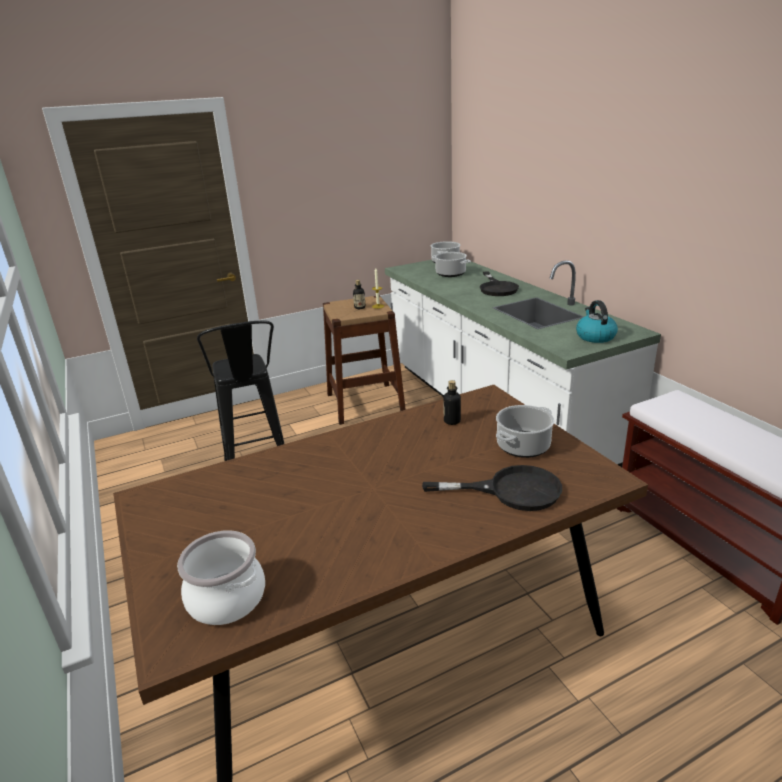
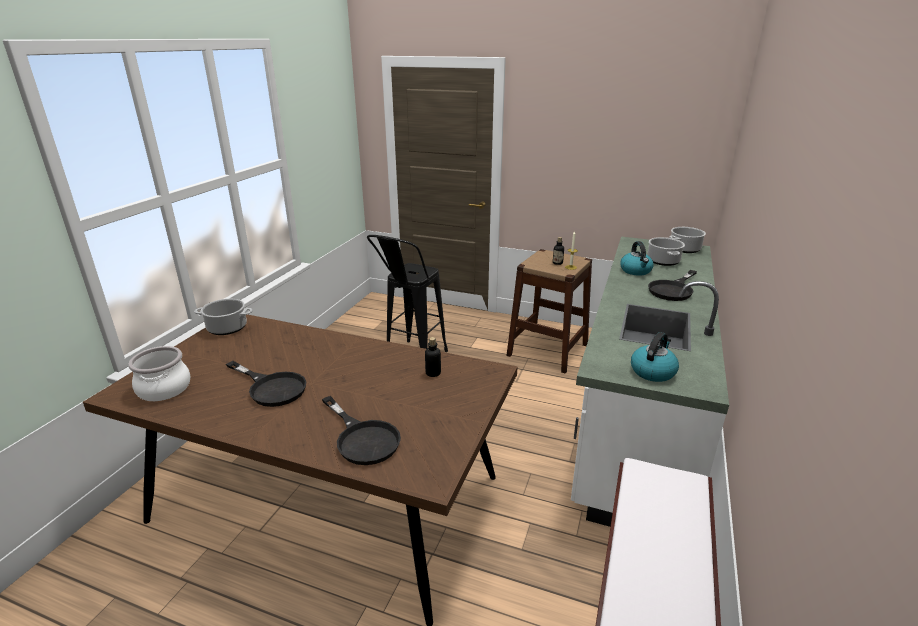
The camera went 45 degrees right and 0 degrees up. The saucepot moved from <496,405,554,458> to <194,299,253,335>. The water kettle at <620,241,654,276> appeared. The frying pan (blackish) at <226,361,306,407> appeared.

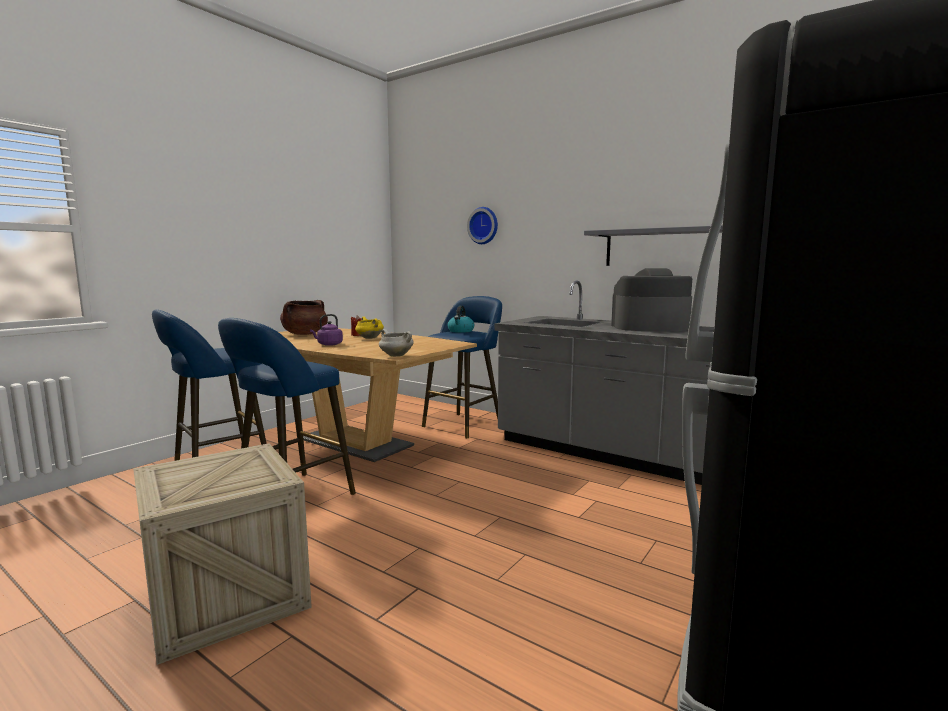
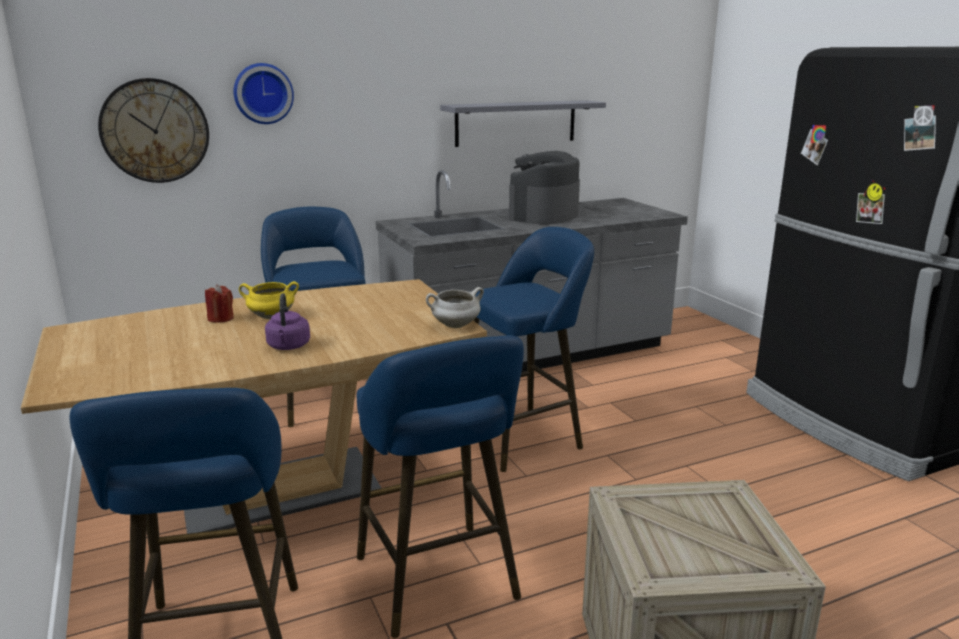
The camera went 60 degrees left and 10 degrees up. The saucepot (brown-coloured) at <280,300,328,335> disappeared. The water kettle at <447,306,474,333> disappeared. The wall clock at <98,78,209,183> appeared. The stool seat (blue-coloured) at <473,227,594,472> appeared.

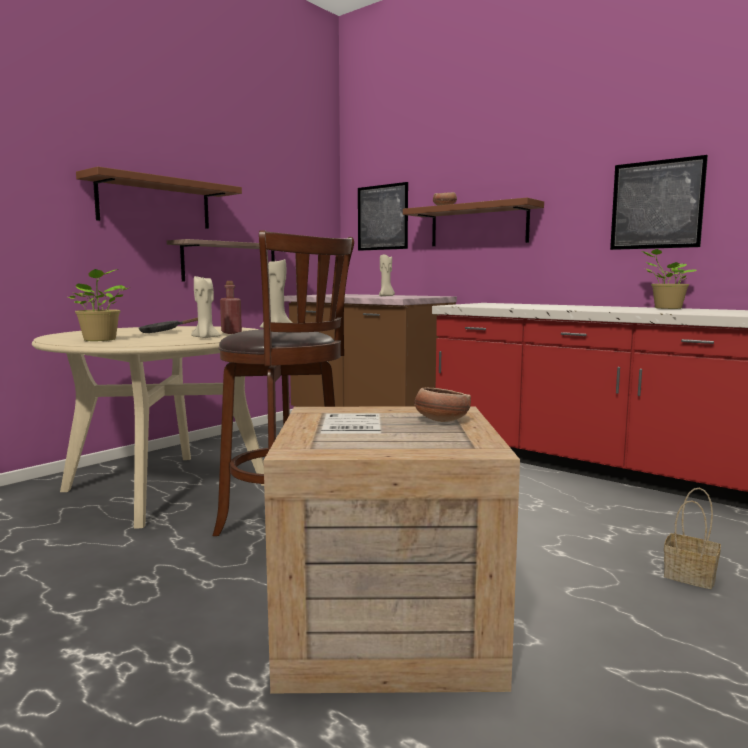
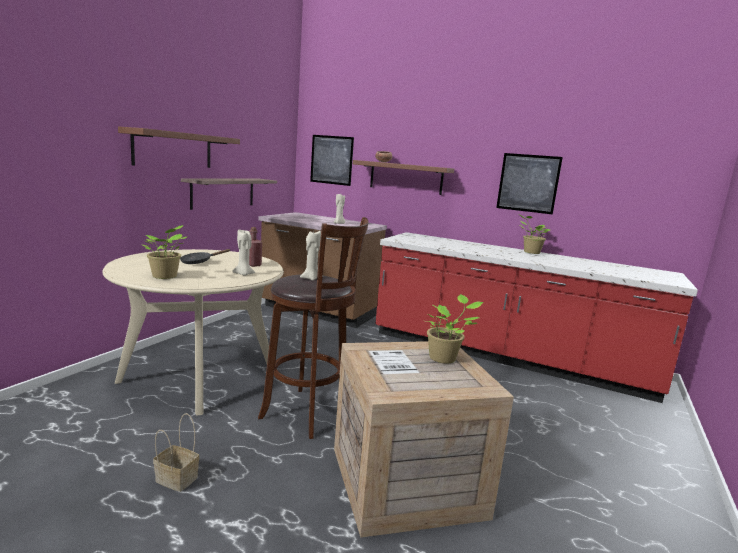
The camera went 15 degrees left and 5 degrees up. The bowl at <414,388,471,422> was replaced by the houseplant at <427,294,483,363>. The household basket moved from <664,488,721,589> to <153,413,199,492>.

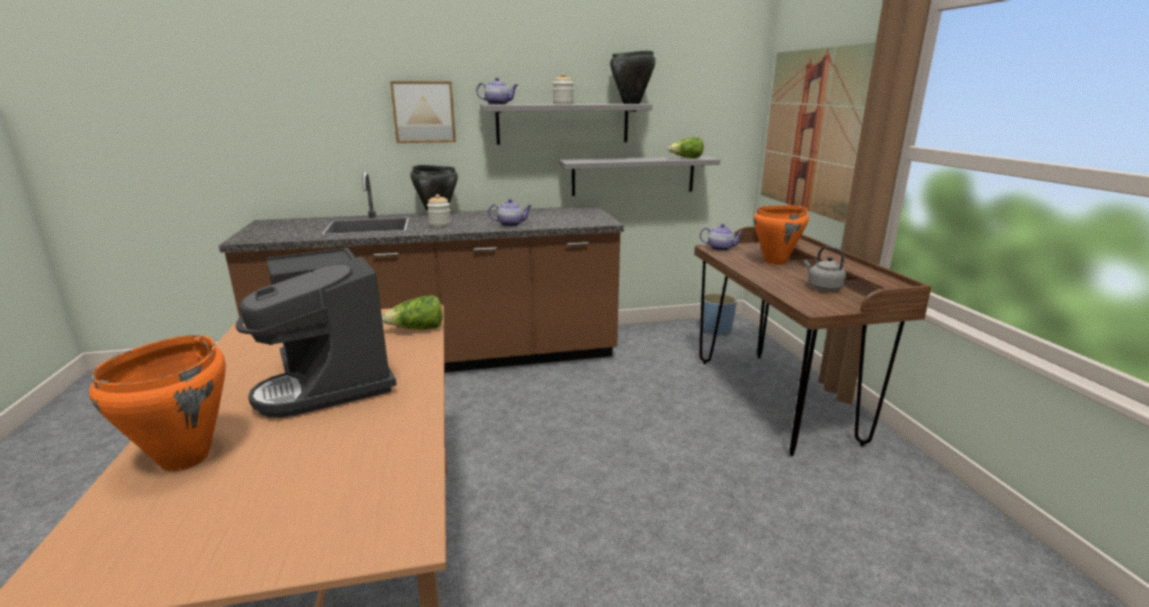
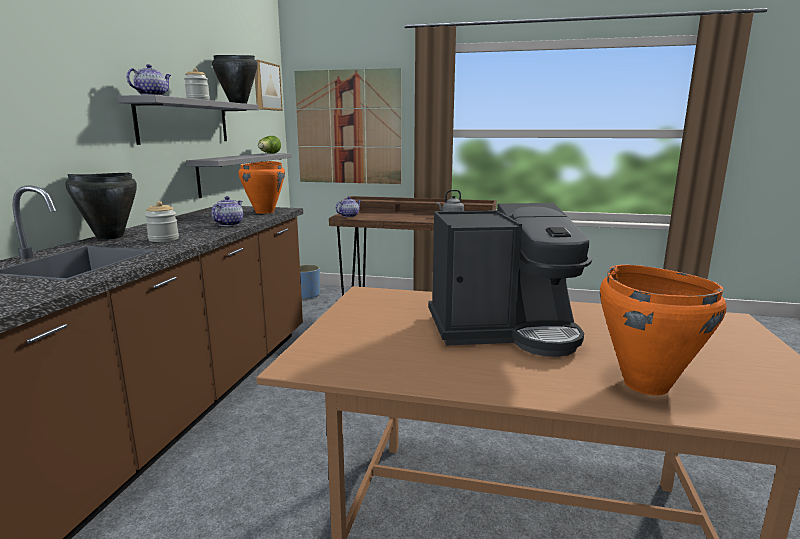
The camera went 65 degrees left and 5 degrees down. The wall picture moved from <390,81,456,143> to <255,60,282,111>. The saucepot (orangey) moved from <753,205,809,265> to <238,161,285,214>. The lettuce head at <382,295,443,330> disappeared.

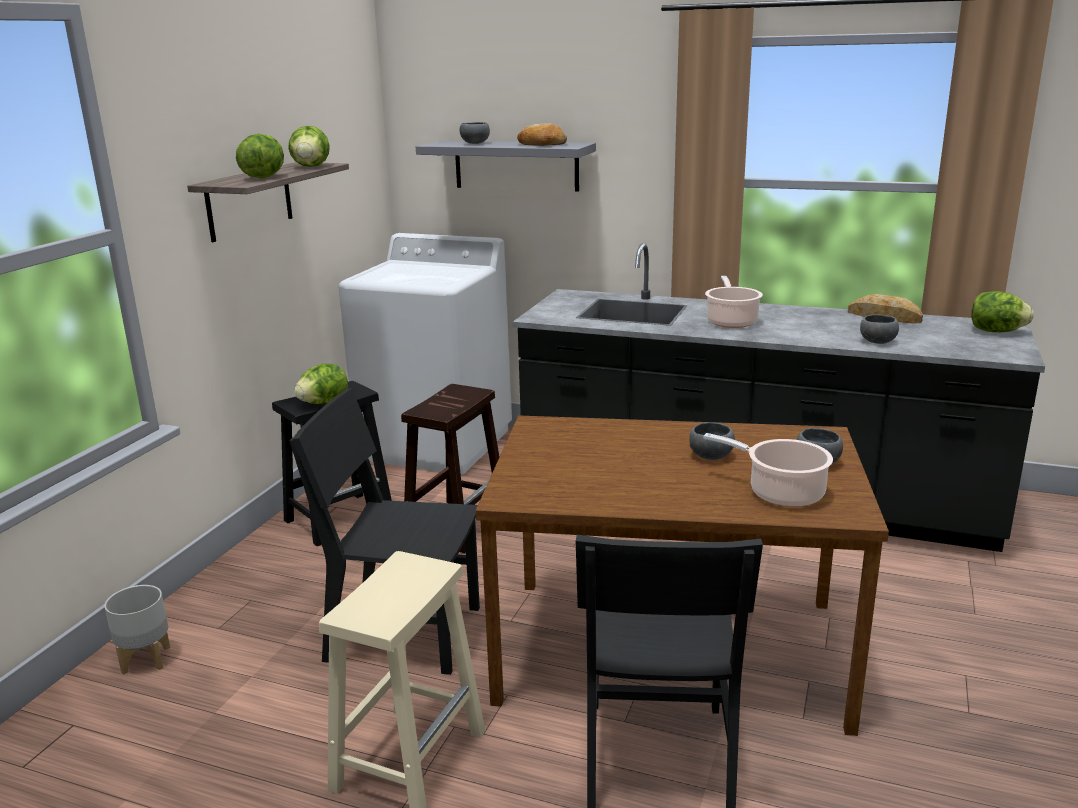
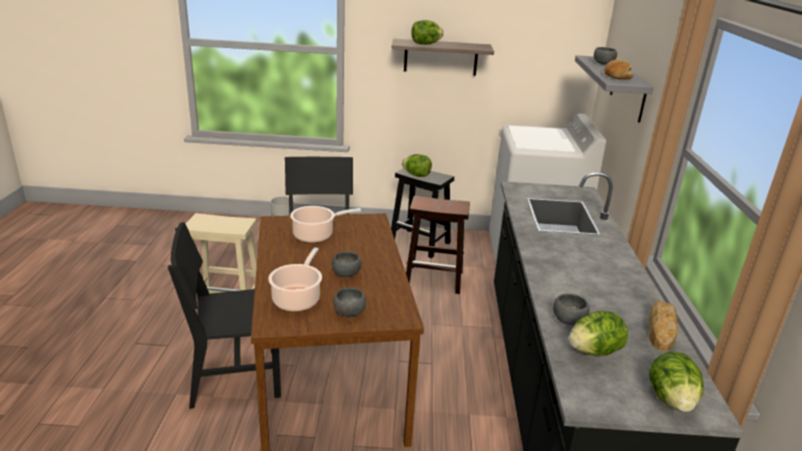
The camera went 70 degrees right and 5 degrees up. The lettuce head moved from <288,126,330,167> to <569,311,628,356>. The saucepot moved from <705,276,763,328> to <290,206,361,243>.

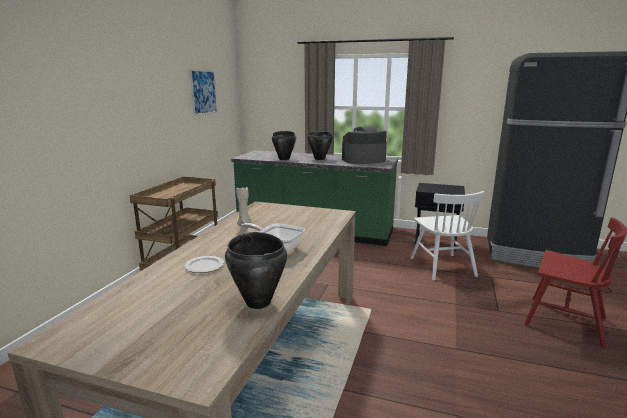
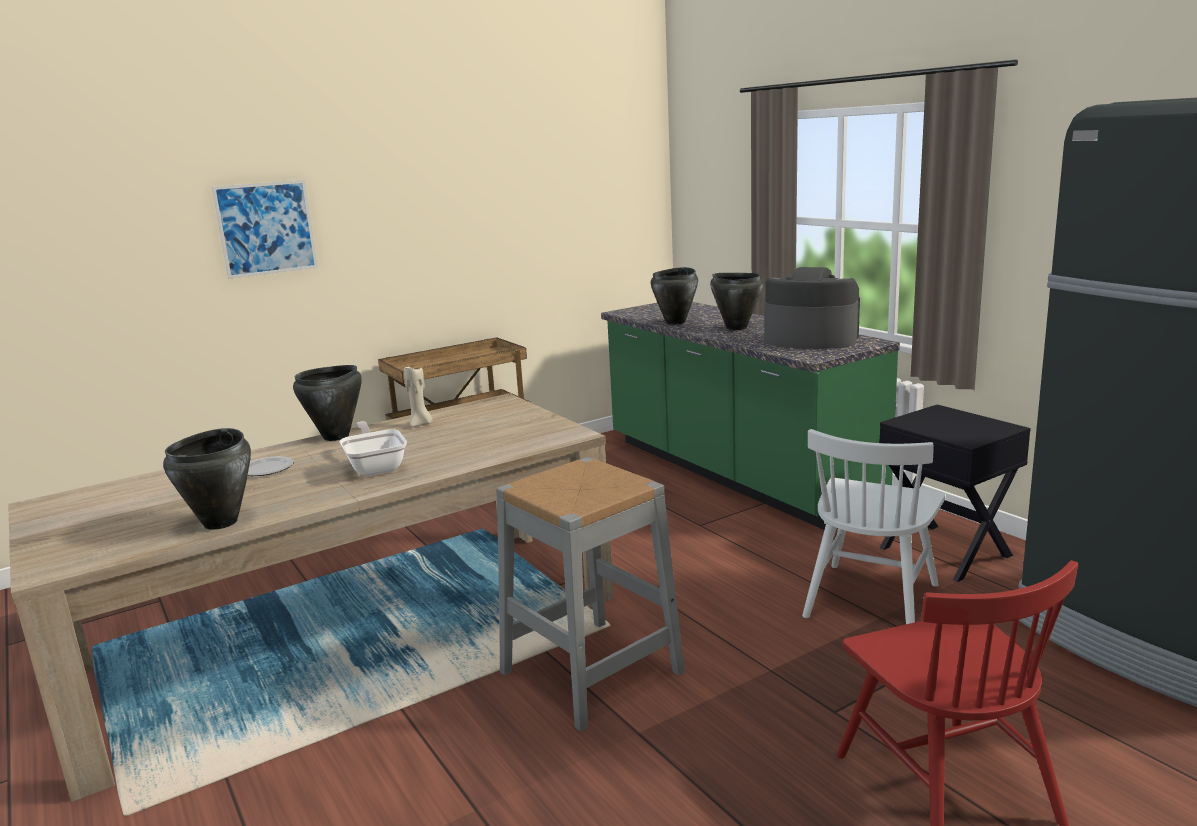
The camera went 40 degrees right and 0 degrees up. The wall picture moved from <190,69,218,116> to <212,180,318,279>. The saucepot (blackish) at <293,365,362,441> appeared. The stool seat (gray) at <496,457,685,731> appeared.

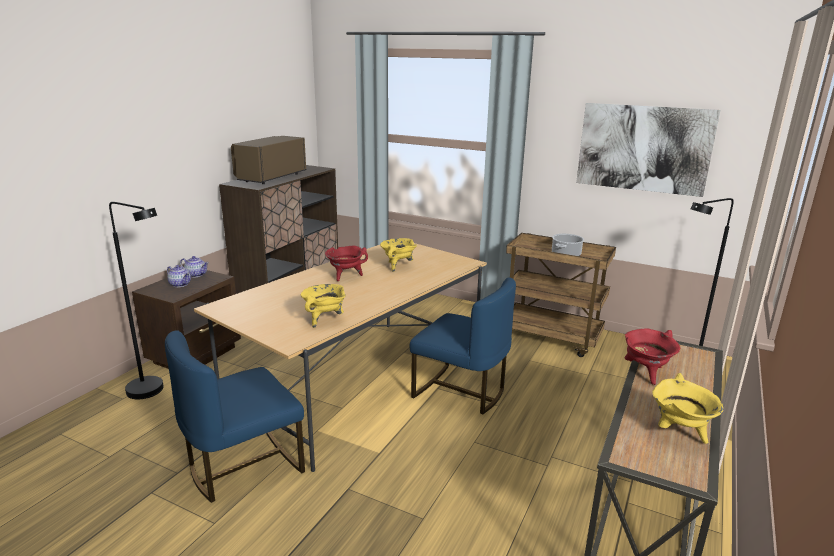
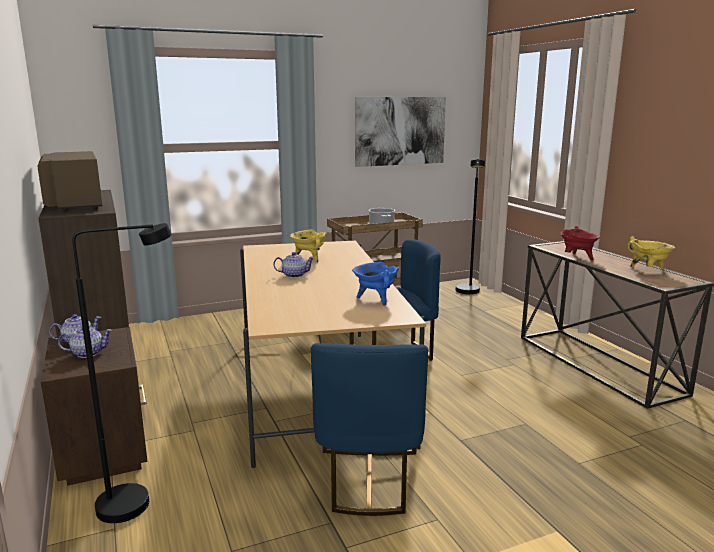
The camera went 50 degrees left and 5 degrees down. The saucepot (reddish) at <325,246,368,281> was replaced by the pot for tea at <273,252,315,278>. The saucepot (yellowish) at <301,284,346,328> became the saucepot (blue-coloured) at <353,262,399,306>.

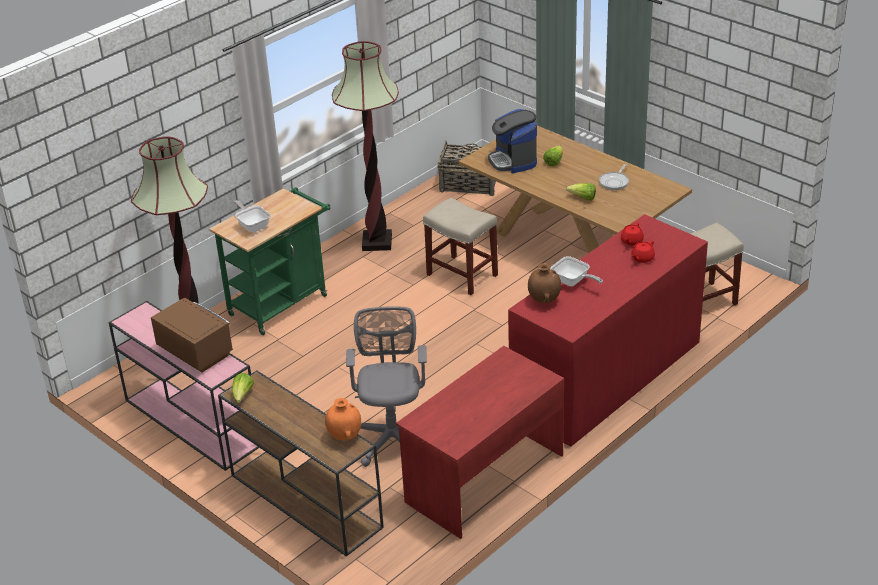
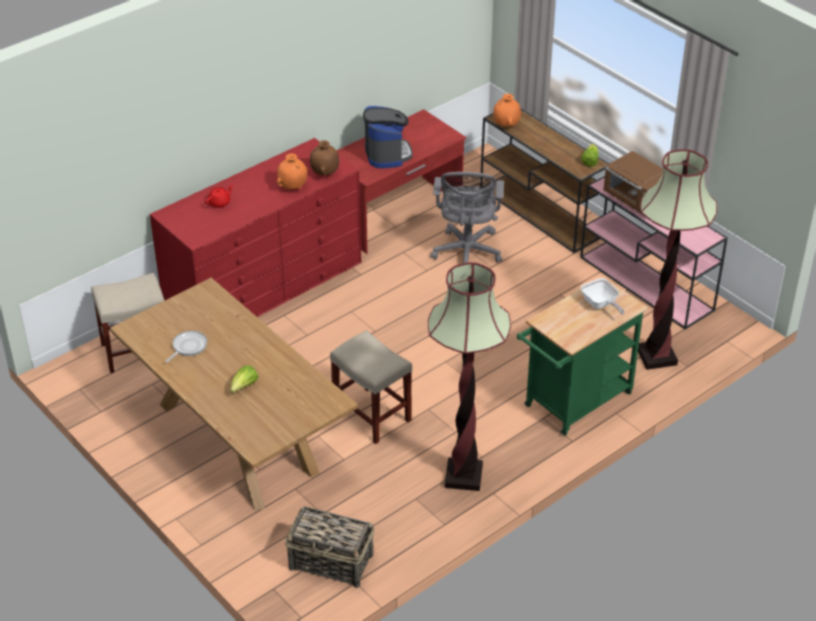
The camera went 175 degrees left and 5 degrees up. The coffee machine moved from <488,109,537,173> to <363,106,413,168>. The lettuce head at <566,183,596,201> disappeared. The pot for tea (reddish) at <621,223,644,245> disappeared. The frying pan at <551,256,603,286> was replaced by the vase (orangey) at <277,154,308,189>.

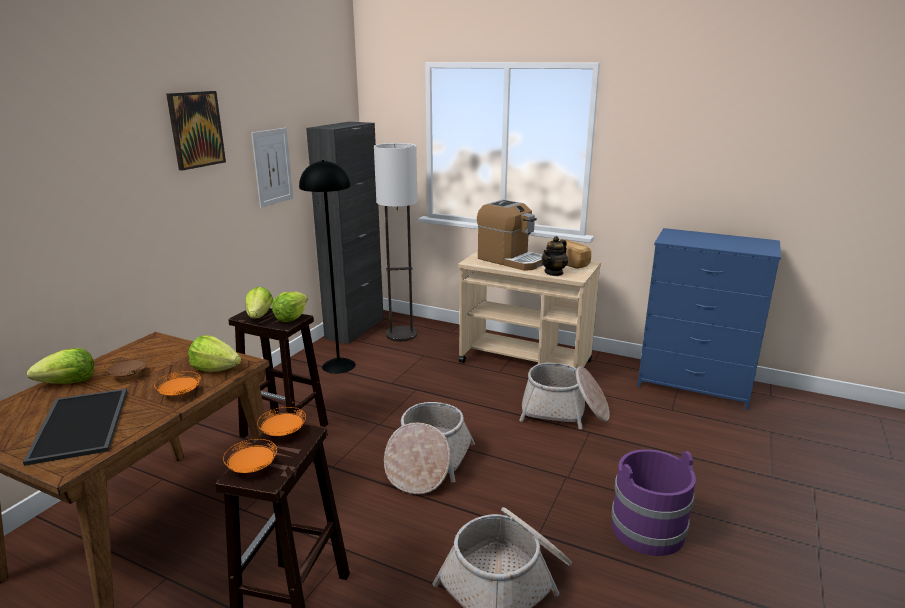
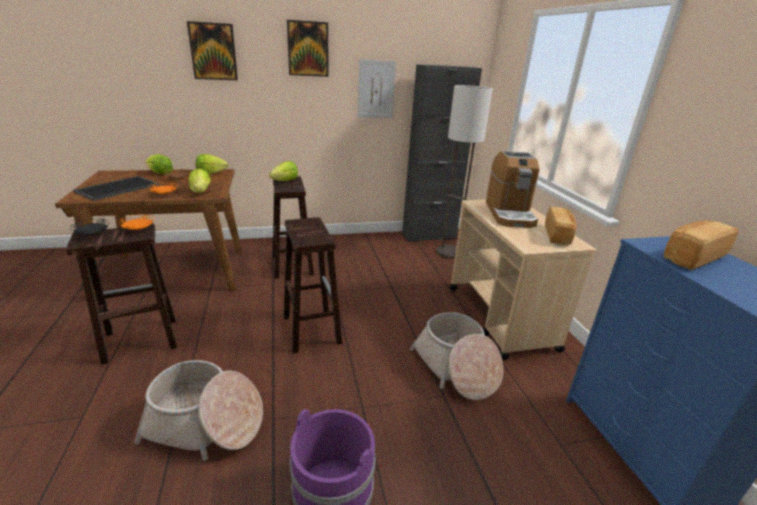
The camera went 50 degrees right and 5 degrees up. The floor lamp (blackish) at <299,160,356,374> disappeared. The pot for tea at <541,236,568,276> disappeared. The lettuce head moved from <272,292,308,322> to <195,154,228,175>. The household basket at <384,402,475,494> was replaced by the stool seat (brown-coloured) at <283,217,342,353>. The dinner plate (orangey) at <223,439,277,473> became the dinner plate (blackish) at <70,219,109,235>. The wall picture at <187,21,238,80> appeared. The baked bread at <664,220,738,270> appeared.

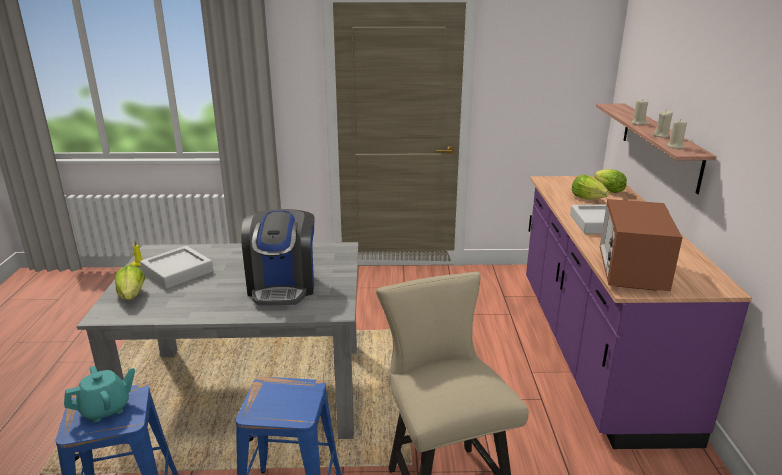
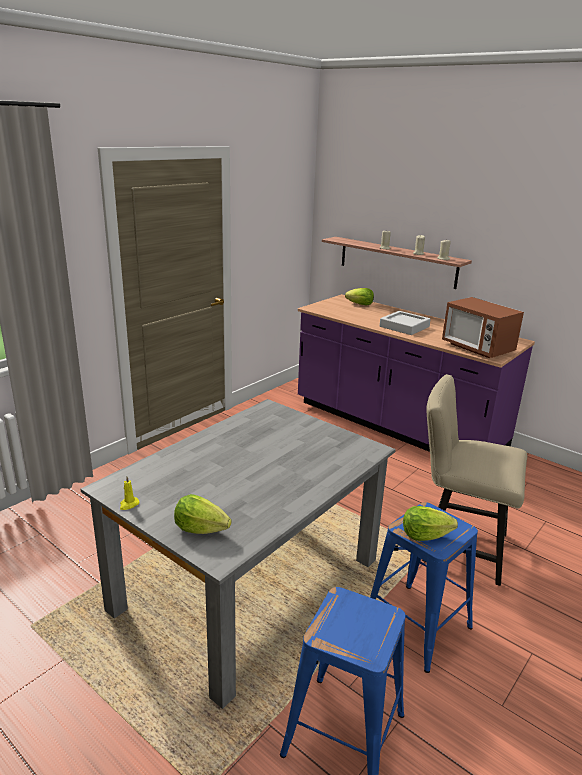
The camera went 50 degrees left and 0 degrees up. The lettuce head moved from <572,175,609,200> to <403,506,458,541>. The coffee machine at <241,209,315,306> disappeared. The tray (gray) at <140,246,213,289> disappeared. The pot for tea (turquoise) at <64,366,135,423> disappeared.

